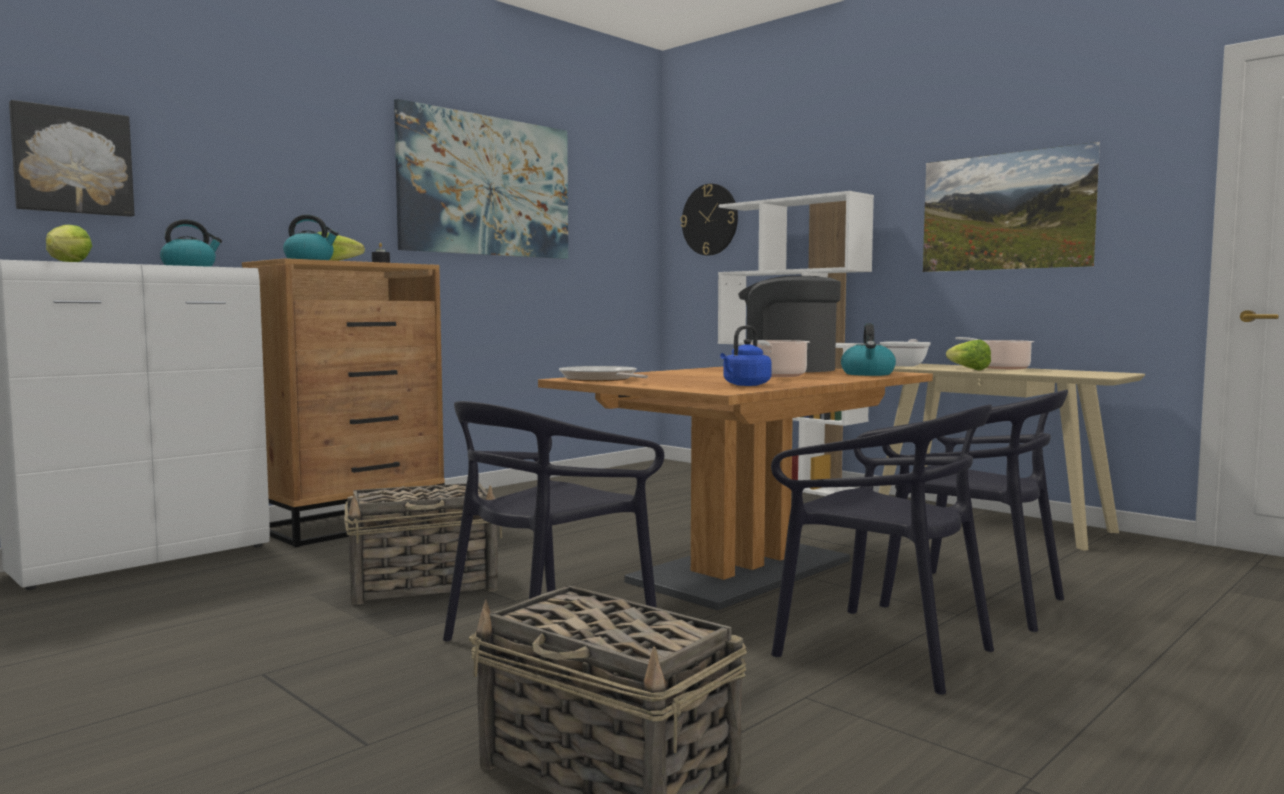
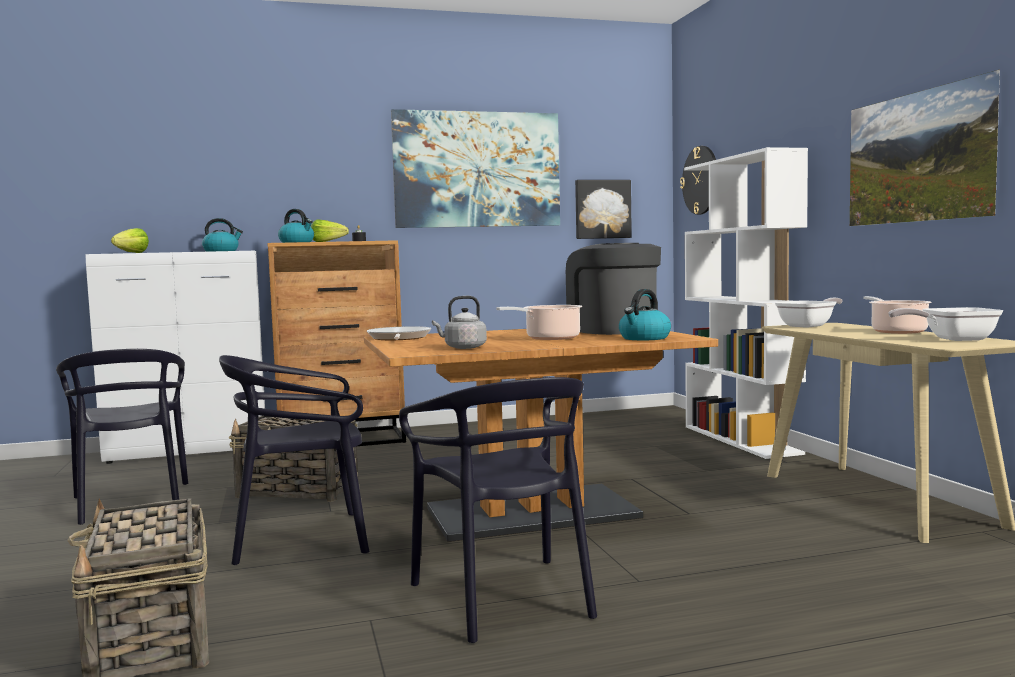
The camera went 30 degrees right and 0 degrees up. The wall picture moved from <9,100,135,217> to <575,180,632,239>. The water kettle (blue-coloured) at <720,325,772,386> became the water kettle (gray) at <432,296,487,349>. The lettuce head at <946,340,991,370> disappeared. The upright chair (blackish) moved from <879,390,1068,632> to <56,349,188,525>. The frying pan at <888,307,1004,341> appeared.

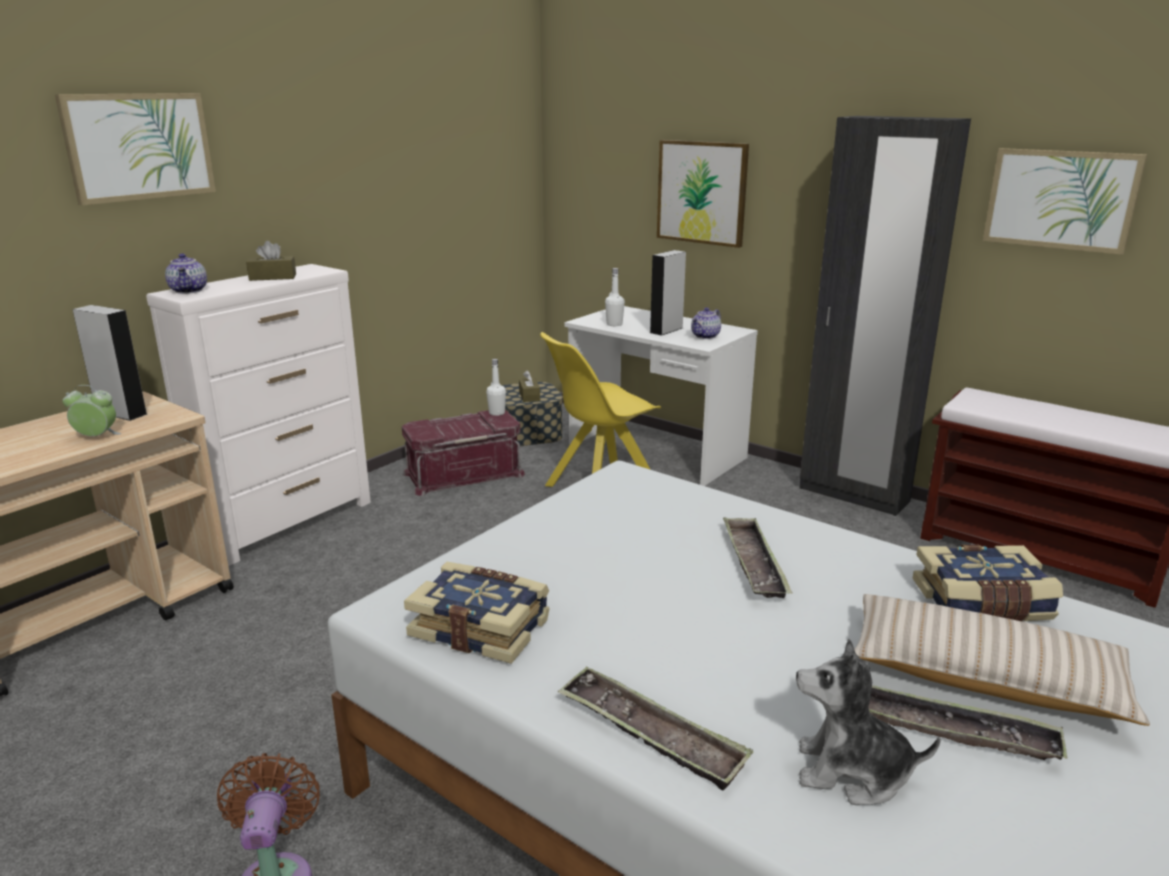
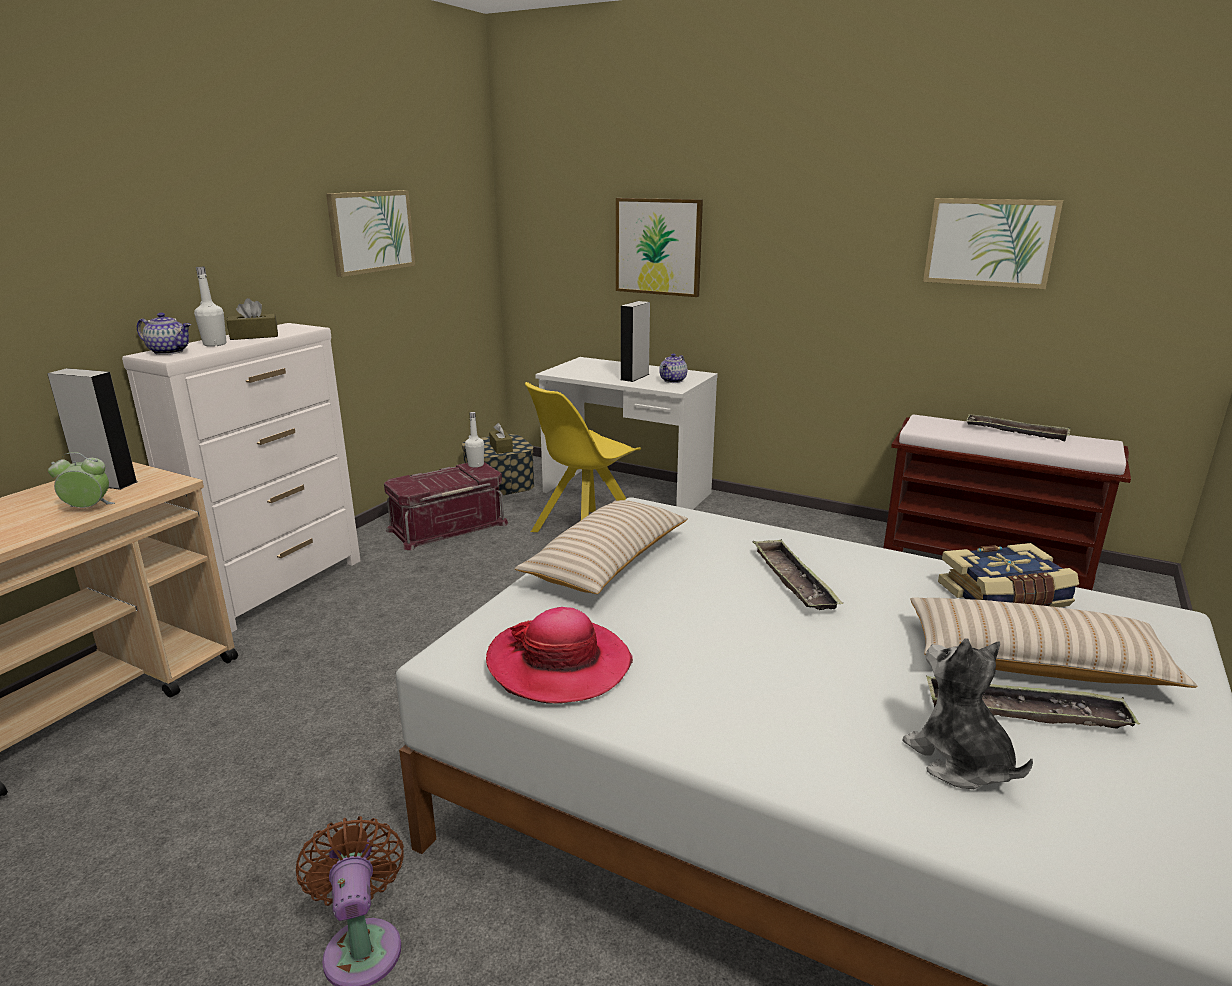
The camera went 10 degrees left and 0 degrees up. The wall picture moved from <55,93,216,206> to <326,190,415,277>. The wardrobe (blackish) at <799,116,971,516> disappeared. The pot for tea at <165,253,207,294> turned 45 degrees counterclockwise. The beverage bottle (white-coloured) moved from <605,268,625,326> to <194,267,226,347>. The bound book at <404,562,550,664> was replaced by the wearable hat at <486,607,633,703>. The plush toy at <796,639,941,805> turned 60 degrees clockwise. The tray moved from <558,666,753,790> to <966,414,1070,441>. The cushion (sand-coloured) at <515,500,688,594> appeared.

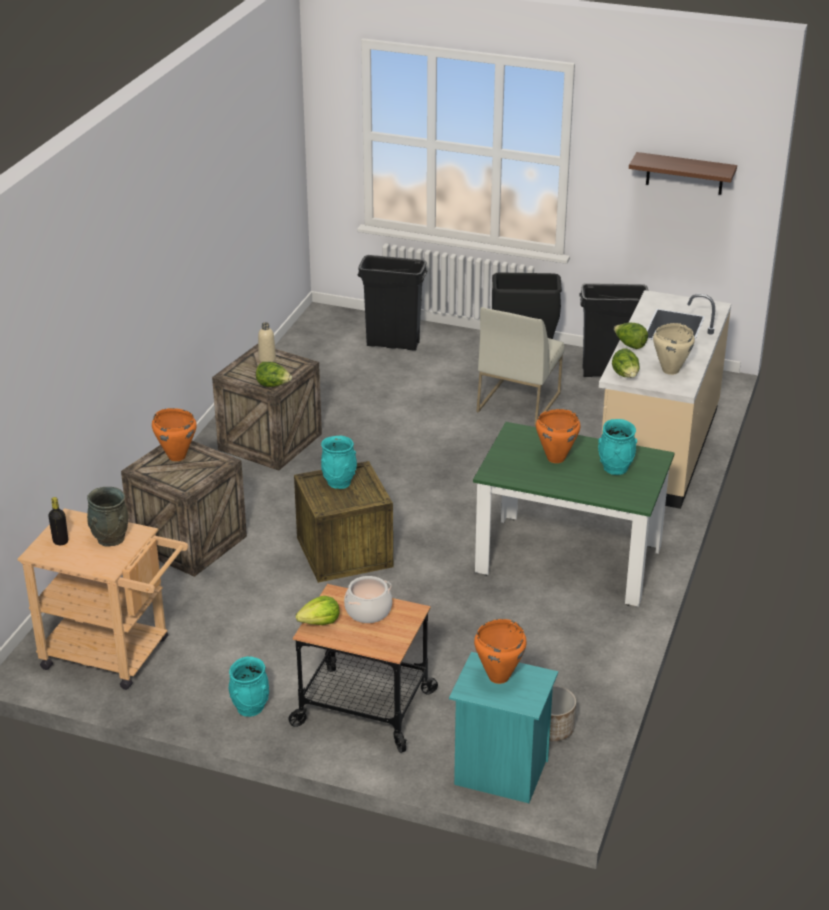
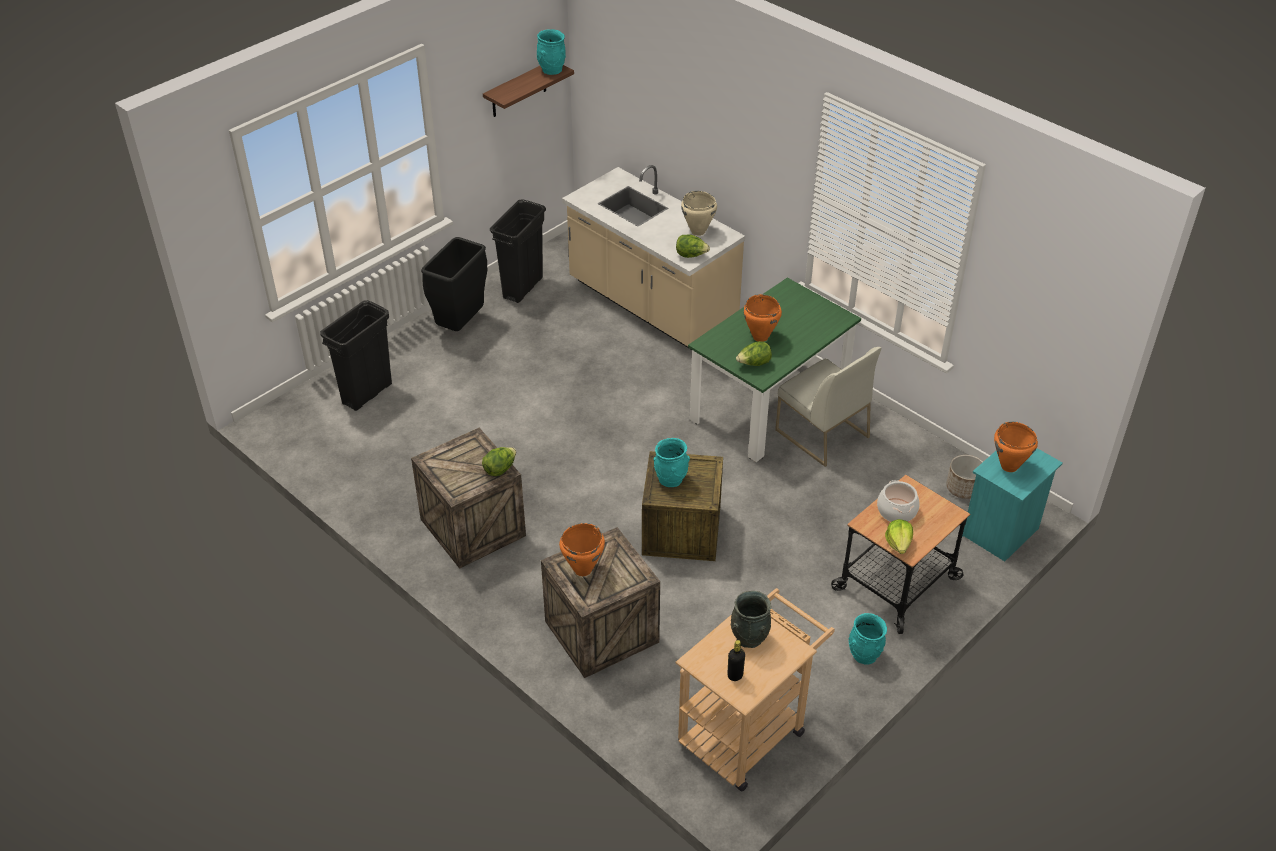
The camera went 65 degrees left and 10 degrees up. The upright chair (white-coloured) moved from <476,307,565,426> to <775,347,882,467>. The beverage bottle (sand-coloured) at <258,322,276,362> disappeared. The lettuce head moved from <614,323,648,349> to <736,341,772,366>. The vase (turquoise) moved from <598,419,637,475> to <537,29,566,75>.

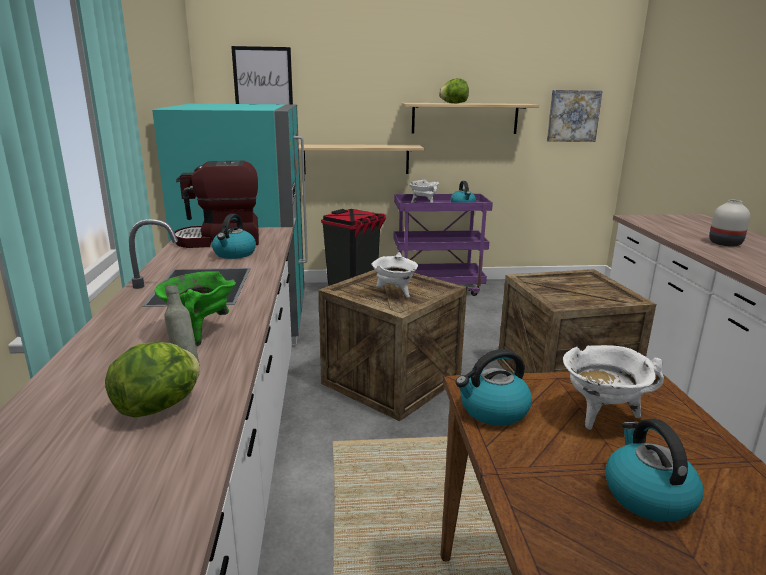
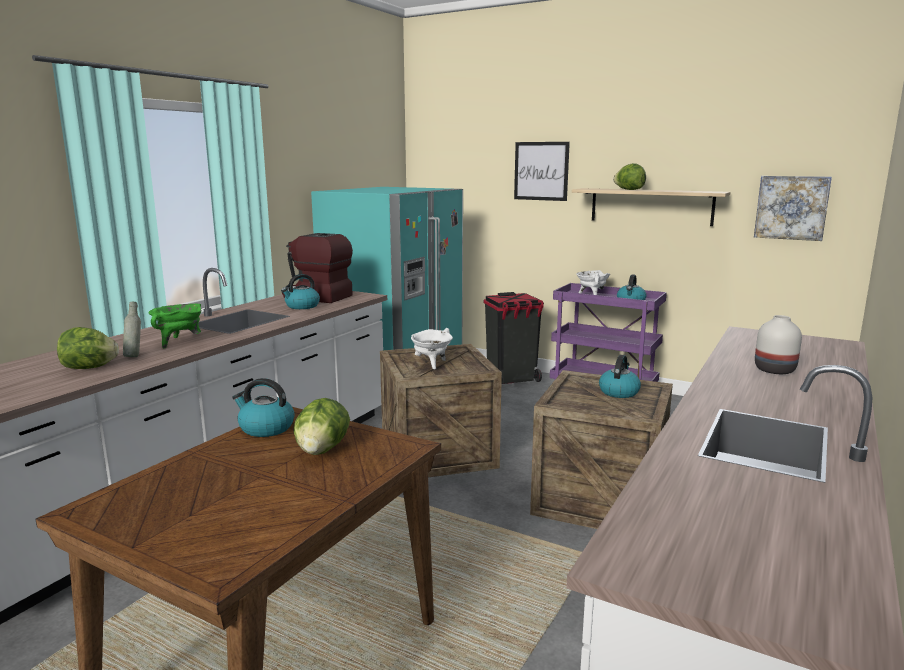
The camera went 35 degrees right and 5 degrees down. The wall picture moved from <231,46,293,105> to <514,142,570,201>. The bracket shelf at <299,144,424,174> disappeared. The saucepot (white-coloured) at <563,345,664,430> was replaced by the lettuce head at <294,398,350,455>. The water kettle moved from <605,419,703,522> to <599,355,641,398>.

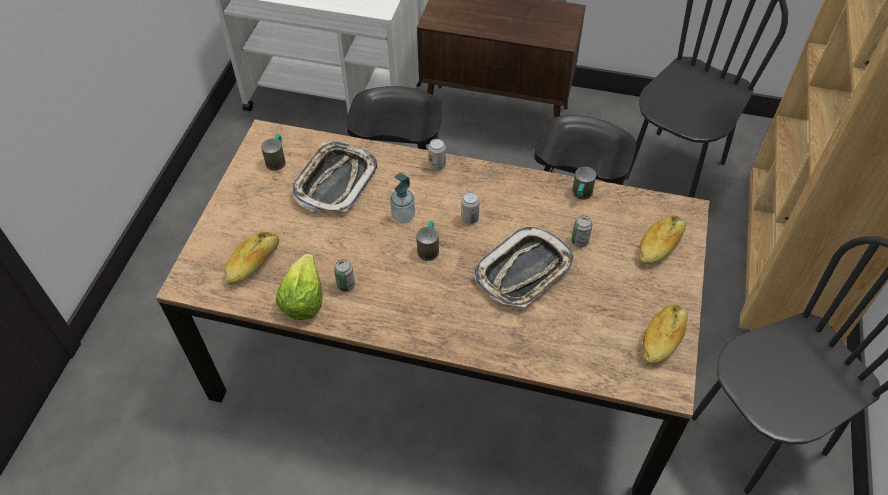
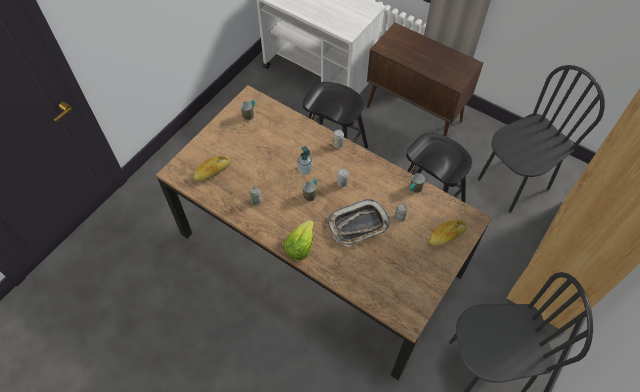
The camera went 20 degrees right and 5 degrees up. The tray at <292,142,377,212> disappeared. The lettuce head moved from <276,253,323,320> to <284,220,314,260>. The baked bread at <643,304,688,364> disappeared.

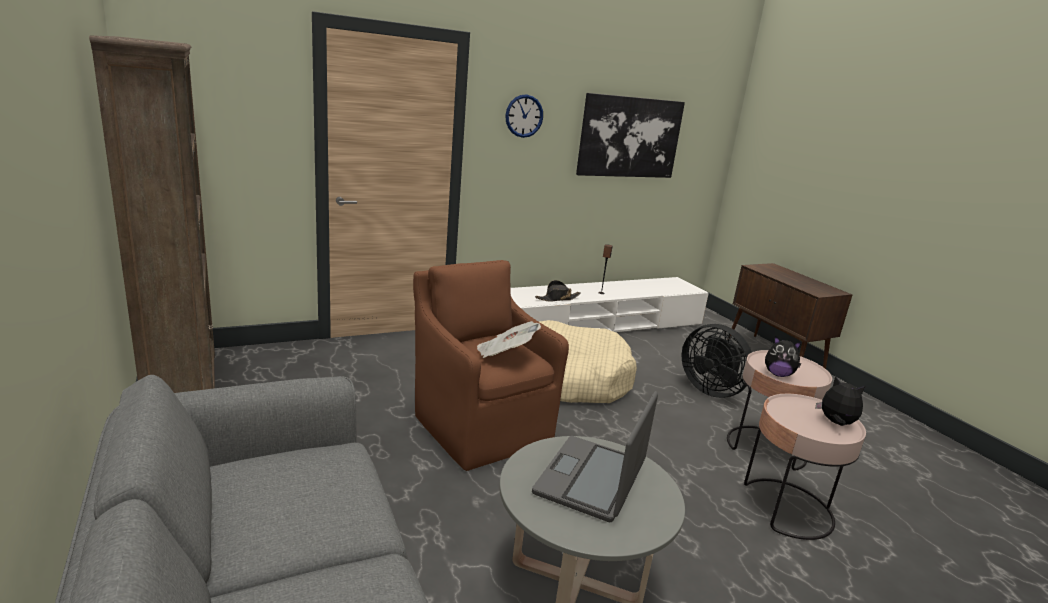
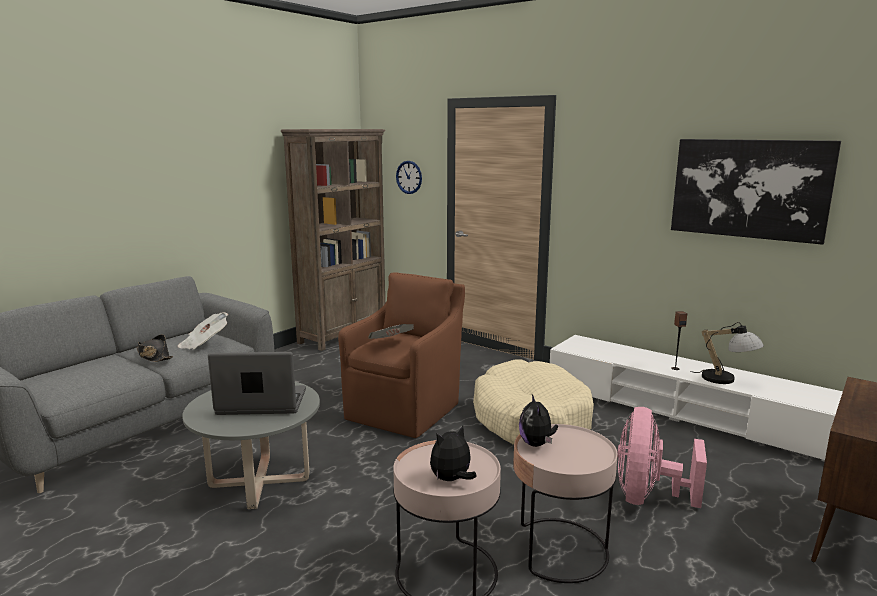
The camera went 65 degrees right and 5 degrees down. The wall clock moved from <505,95,543,138> to <396,161,422,194>. The wearable hat (blackish) moved from <535,280,581,302> to <136,334,173,362>. The fan (blackish) at <682,324,752,398> became the fan (pink) at <618,407,707,508>. The plush toy at <816,376,865,426> turned 135 degrees counterclockwise. The daily paper at <178,312,228,349> appeared. The tabletop lamp at <691,322,764,384> appeared.

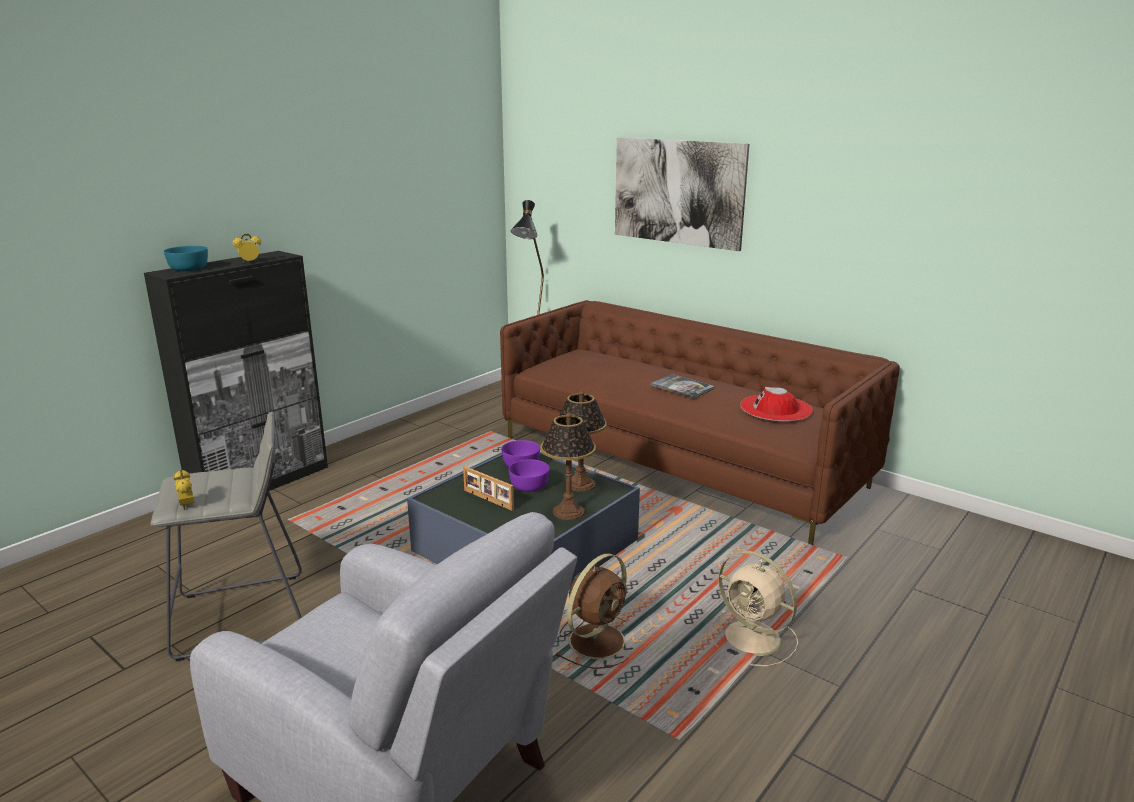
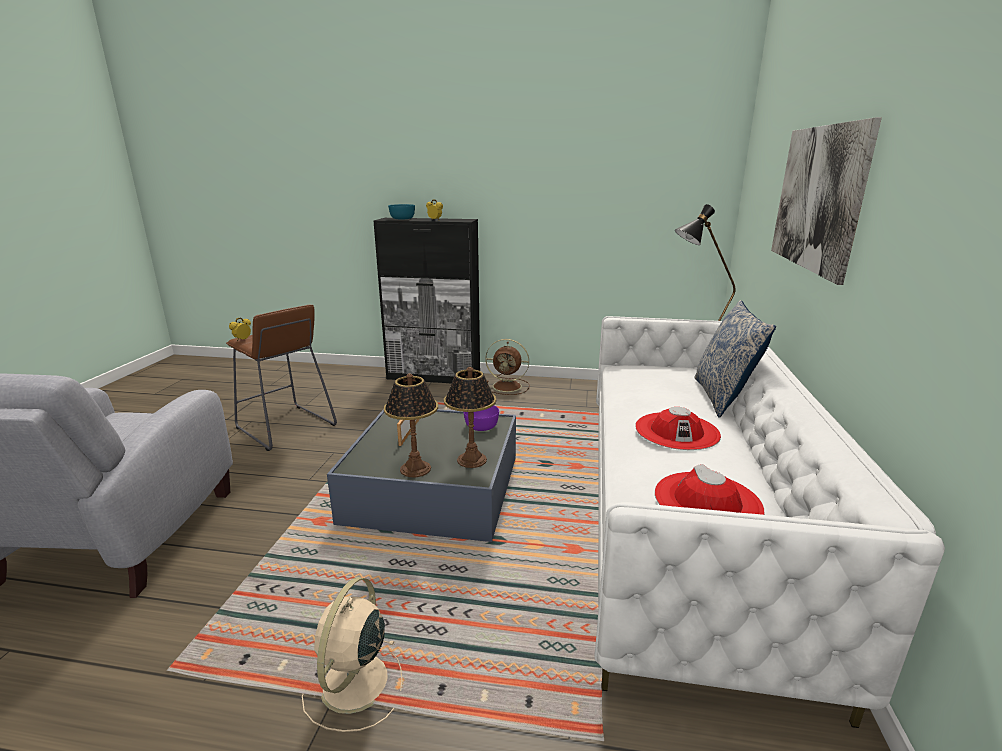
The camera went 60 degrees right and 0 degrees up. The couch (brown-coloured) at <500,300,900,545> became the couch (white-coloured) at <594,316,945,728>. The bound book at <650,374,715,399> was replaced by the wearable hat (reddish) at <635,407,721,450>. The stool seat (gray) at <150,411,302,661> became the stool seat (brown-coloured) at <226,305,337,451>. The bowl (purple) at <509,459,549,492> disappeared. The fan (brown-coloured) moved from <555,553,628,669> to <485,339,530,395>. The cushion at <694,300,776,418> appeared.

